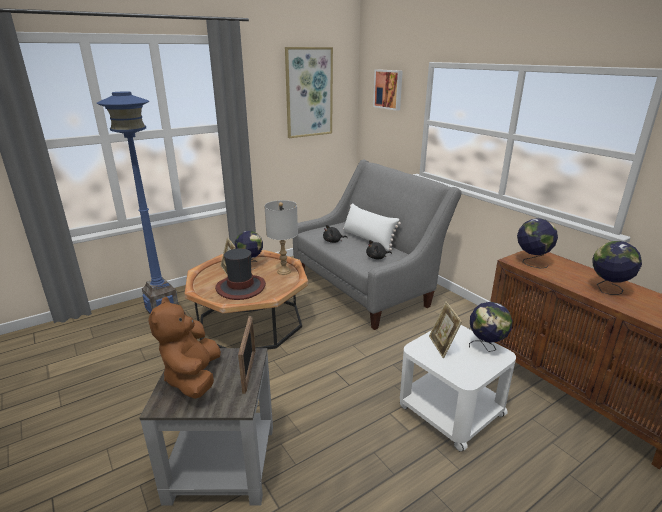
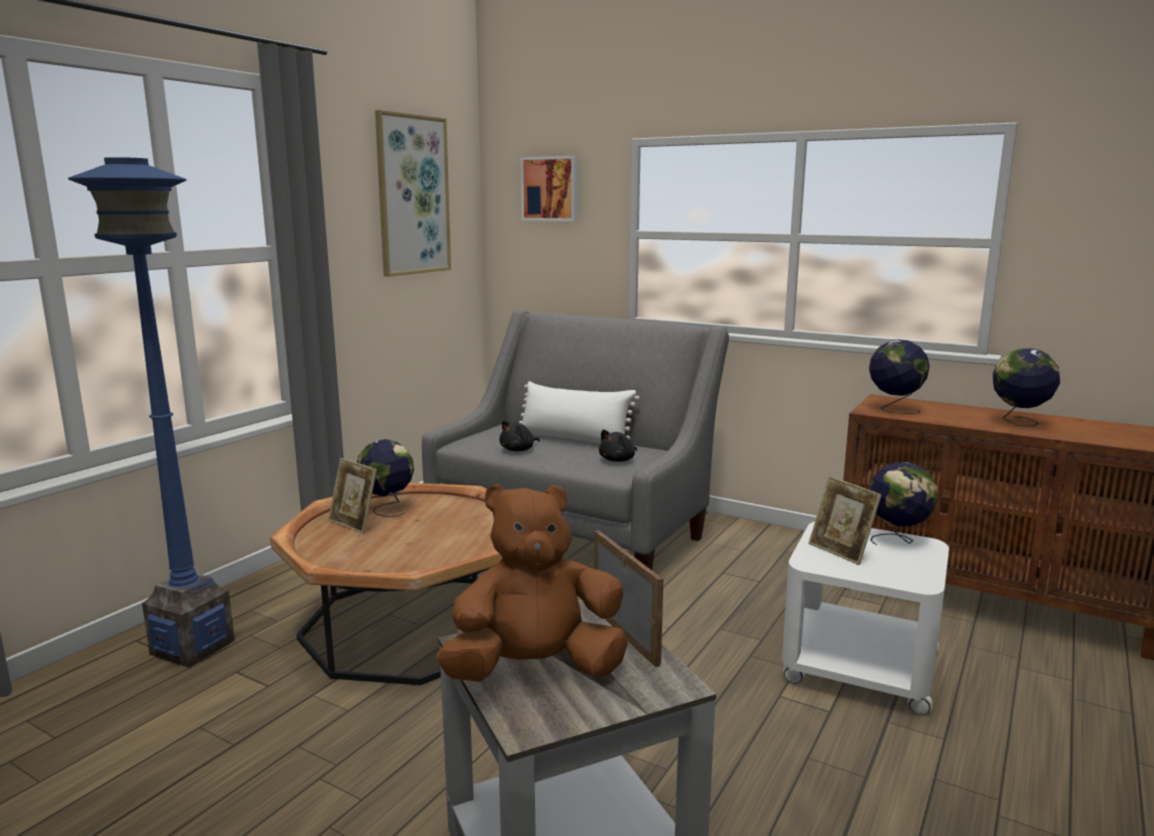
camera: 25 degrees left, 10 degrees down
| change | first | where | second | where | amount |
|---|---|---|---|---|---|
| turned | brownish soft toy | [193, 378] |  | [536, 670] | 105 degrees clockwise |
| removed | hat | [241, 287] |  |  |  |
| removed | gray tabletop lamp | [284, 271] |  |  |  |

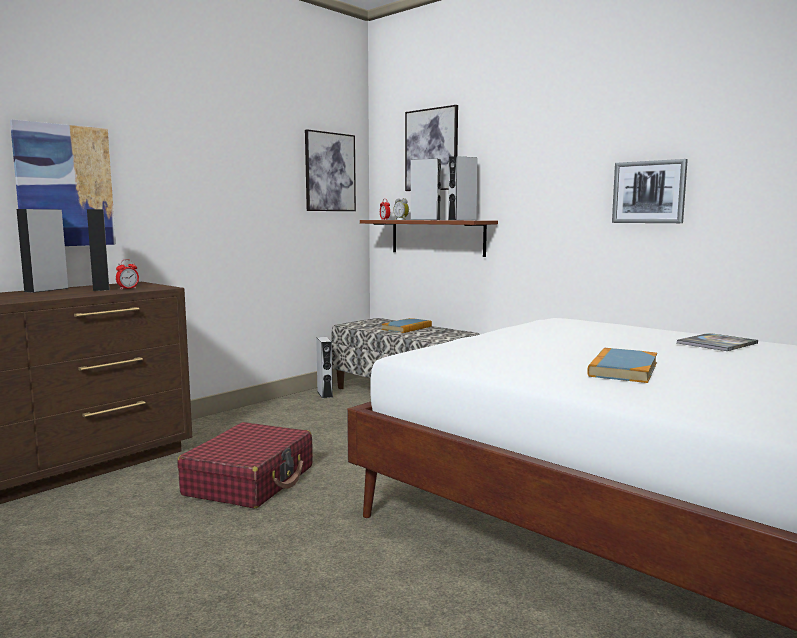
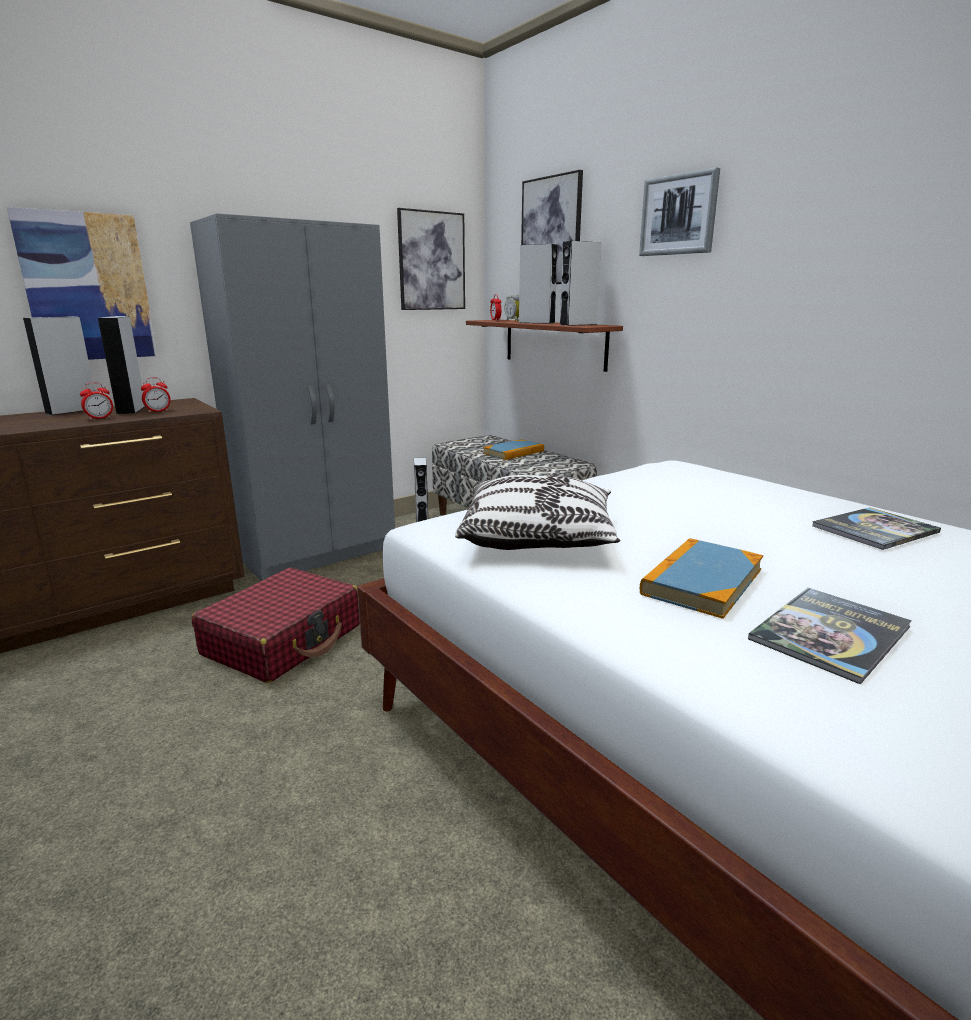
camera: 10 degrees right, 10 degrees up
| change | first | where | second | where | amount |
|---|---|---|---|---|---|
| added |  |  | alarm clock | [99, 418] |  |
| added |  |  | gray wardrobe | [320, 552] |  |
| added |  |  | cushion | [538, 538] |  |
| moved | picture | [649, 192] |  | [678, 215] |  |
| added |  |  | book | [830, 634] |  |

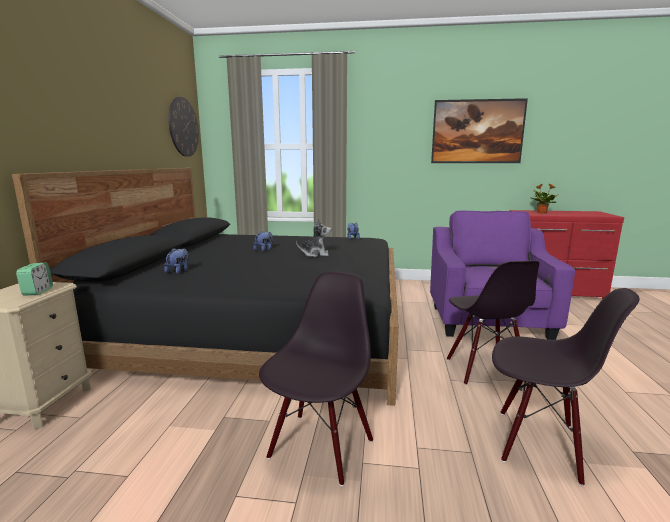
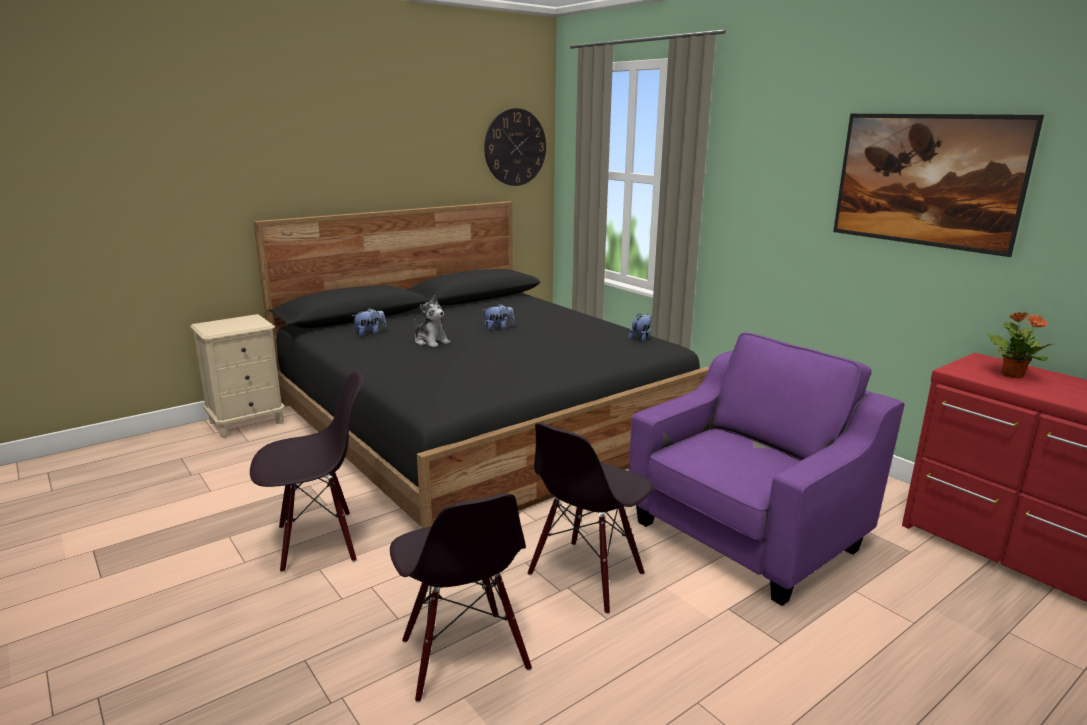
camera: 45 degrees right, 5 degrees up
| change | first | where | second | where | amount |
|---|---|---|---|---|---|
| moved | soft toy | [315, 254] |  | [431, 342] |  |
| removed | alarm clock | [37, 291] |  |  |  |

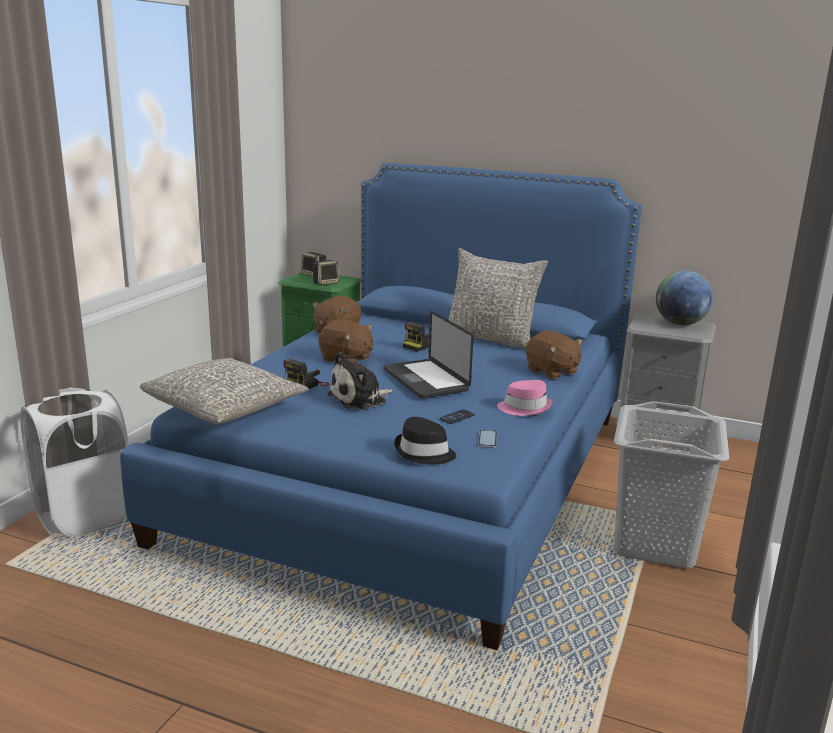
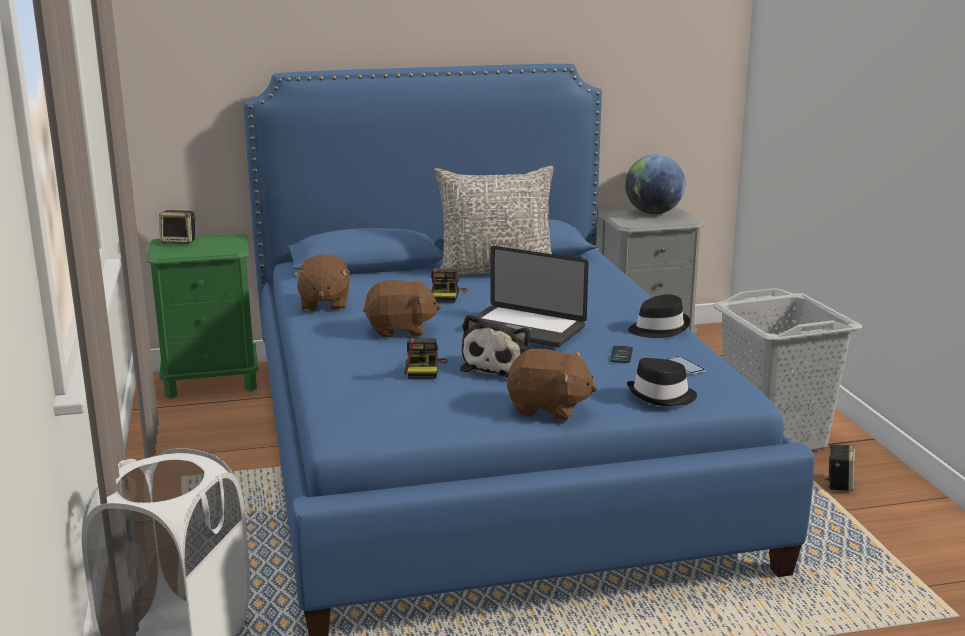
camera: 35 degrees left, 0 degrees up
| change | first | where | second | where | amount |
|---|---|---|---|---|---|
| moved | brownish soft toy | [552, 372] |  | [548, 408] |  |
| recoloured | pink hat | [525, 408] | black hat | [658, 328] |  |
| moved | audio speaker | [326, 283] |  | [839, 483] |  |
| removed | gray cushion | [225, 407] |  |  |  |

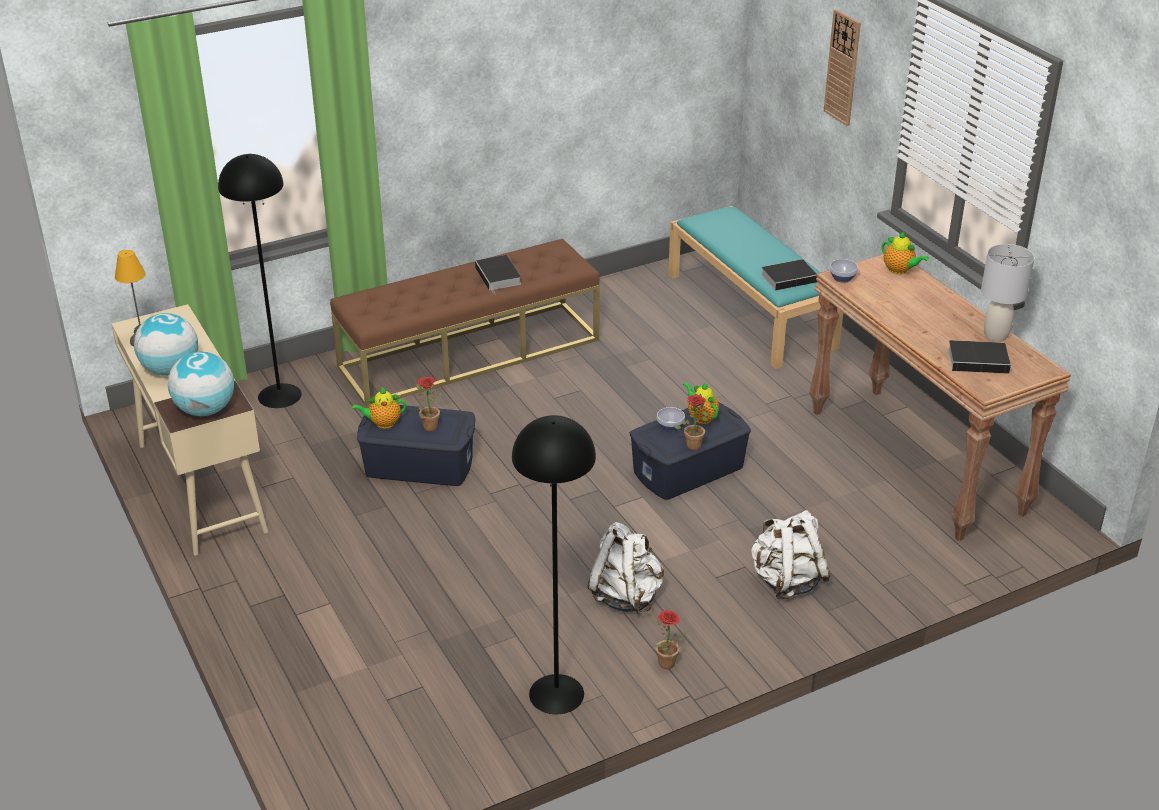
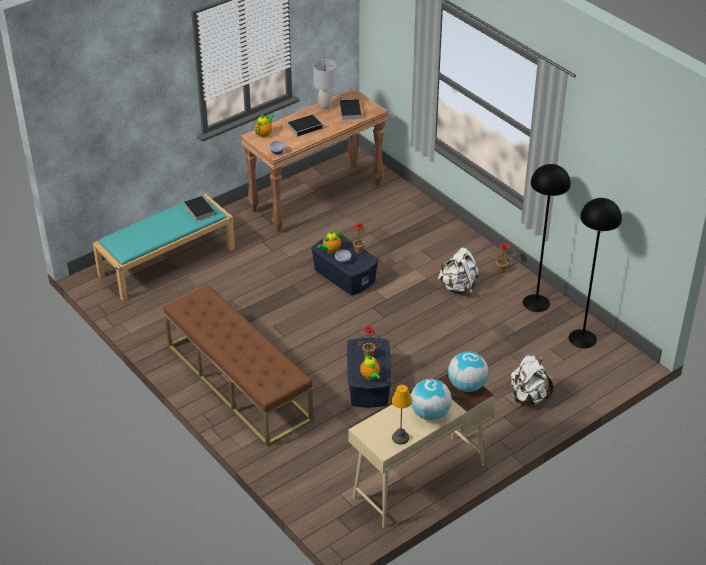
camera: 100 degrees left, 5 degrees up
| change | first | where | second | where | amount |
|---|---|---|---|---|---|
| moved | book | [499, 277] |  | [305, 127] |  |
| moved | whitish knapsack | [786, 581] |  | [528, 397] |  |
| moved | black standing lamp | [280, 395] |  | [582, 338] |  |
| removed | clock on the wall | [843, 68] |  |  |  |

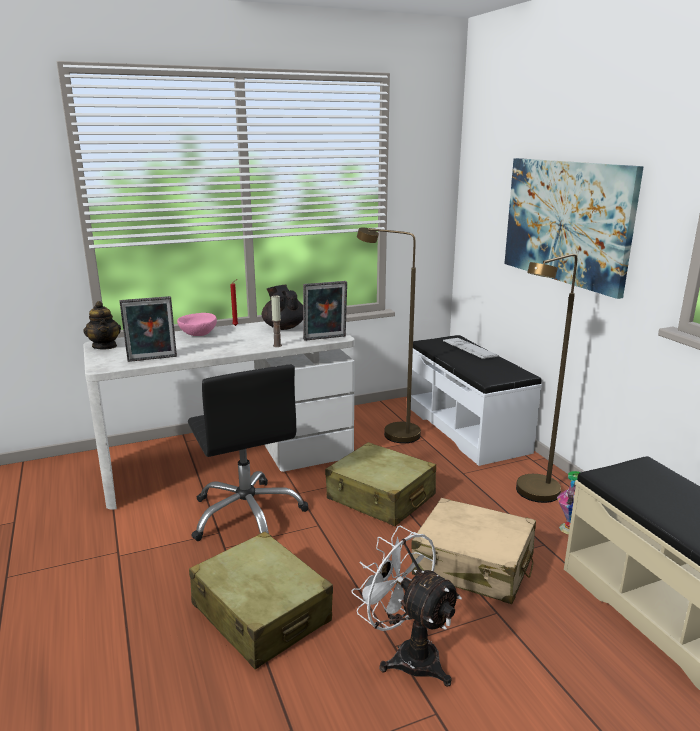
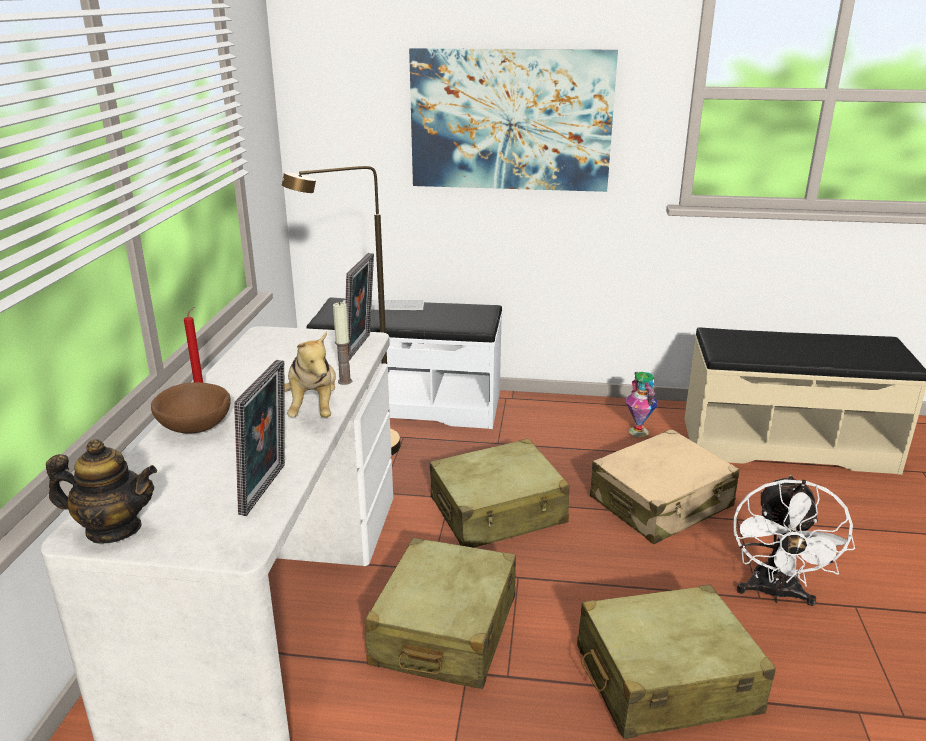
camera: 60 degrees left, 5 degrees up
| change | first | where | second | where | amount |
|---|---|---|---|---|---|
| recoloured | pink serving bowl | [198, 334] | brownish serving bowl | [194, 428] |  |
| added |  |  | soft toy | [313, 408] |  |
| replaced | black computer chair | [247, 514] | beige piece of luggage | [444, 631] |  |
| turned | whitish cooling fan | [407, 654] |  | [775, 594] | 60 degrees counterclockwise |
| removed | black teapot | [284, 327] |  |  |  |
| removed | brownish standing lamp | [532, 496] |  |  |  |

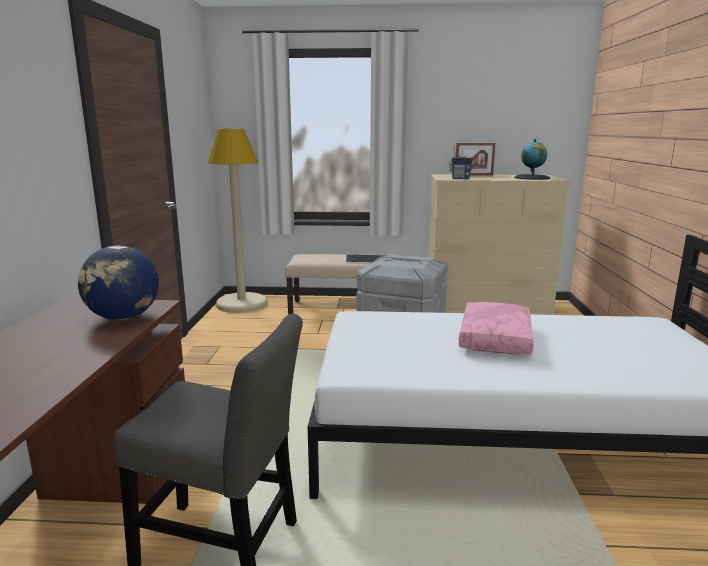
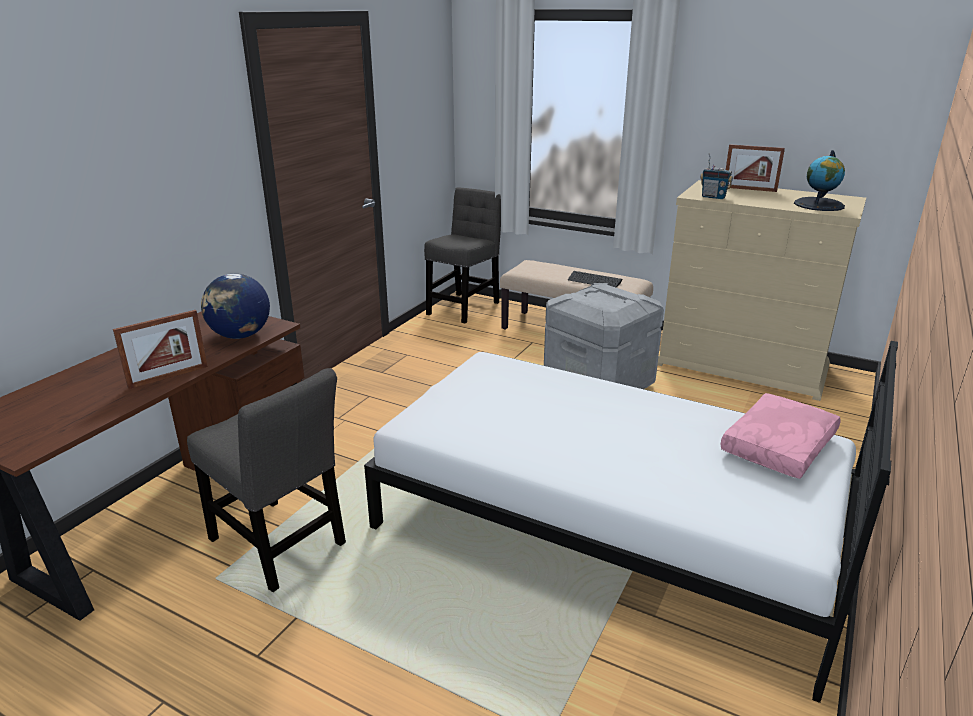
camera: 25 degrees right, 10 degrees up
| change | first | where | second | where | amount |
|---|---|---|---|---|---|
| added |  |  | standing frame | [168, 377] |  |
| replaced | beige standing lamp | [242, 304] | gray upright chair | [465, 306] |  |
| moved | pink cushion | [497, 339] |  | [780, 447] |  |

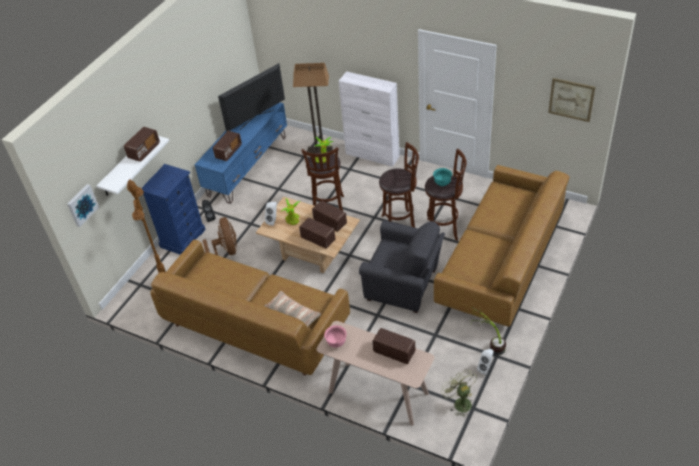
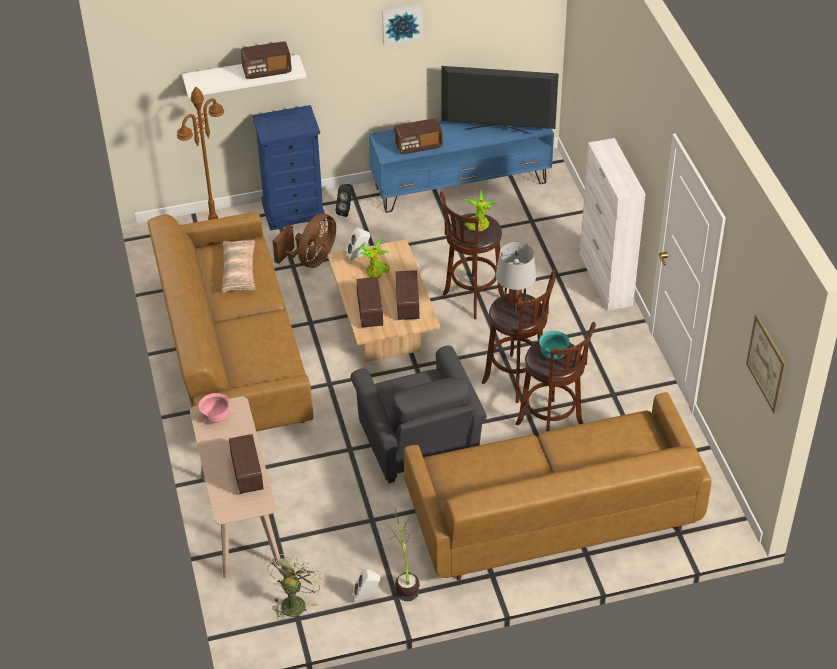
camera: 45 degrees right, 0 degrees up
| change | first | where | second | where | amount |
|---|---|---|---|---|---|
| moved | cushion | [293, 314] |  | [239, 271] |  |
| moved | picture | [82, 205] |  | [401, 23] |  |
| added |  |  | gray tabletop lamp | [514, 304] |  |
| removed | standing lamp | [320, 151] |  |  |  |

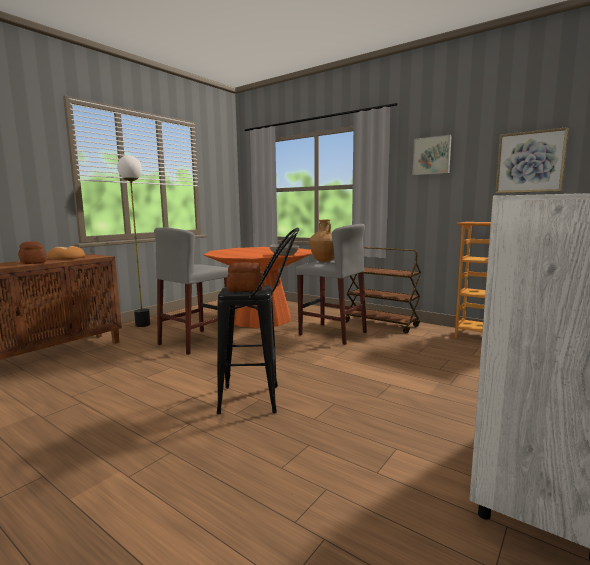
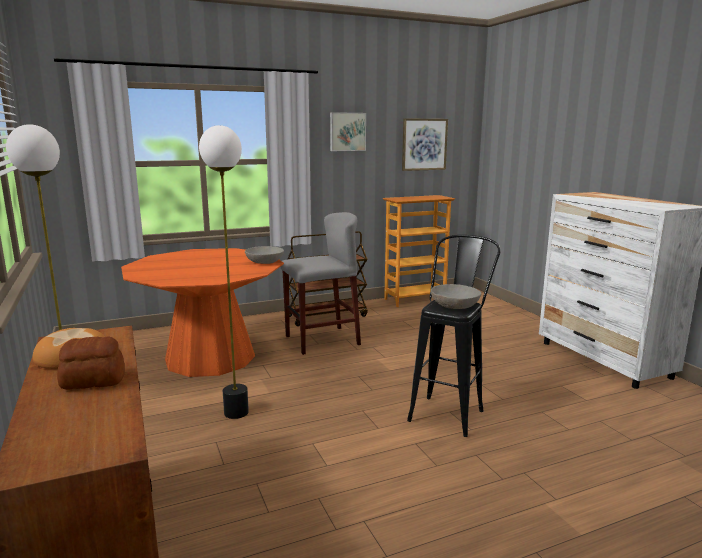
camera: 60 degrees left, 5 degrees up
| change | first | where | second | where | amount |
|---|---|---|---|---|---|
| replaced | gray stool | [195, 341] | standing lamp | [236, 412] |  |
| replaced | baked bread | [245, 290] | gray serving bowl | [455, 306] |  |
| removed | brownish flower vase | [324, 261] |  |  |  |

